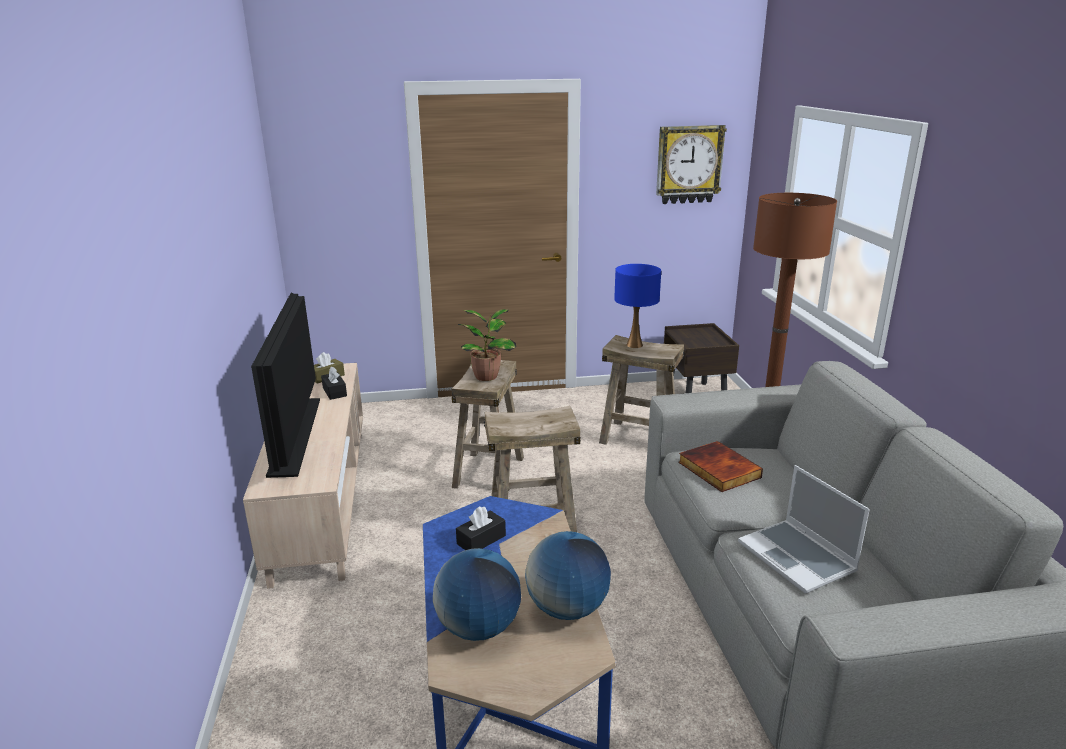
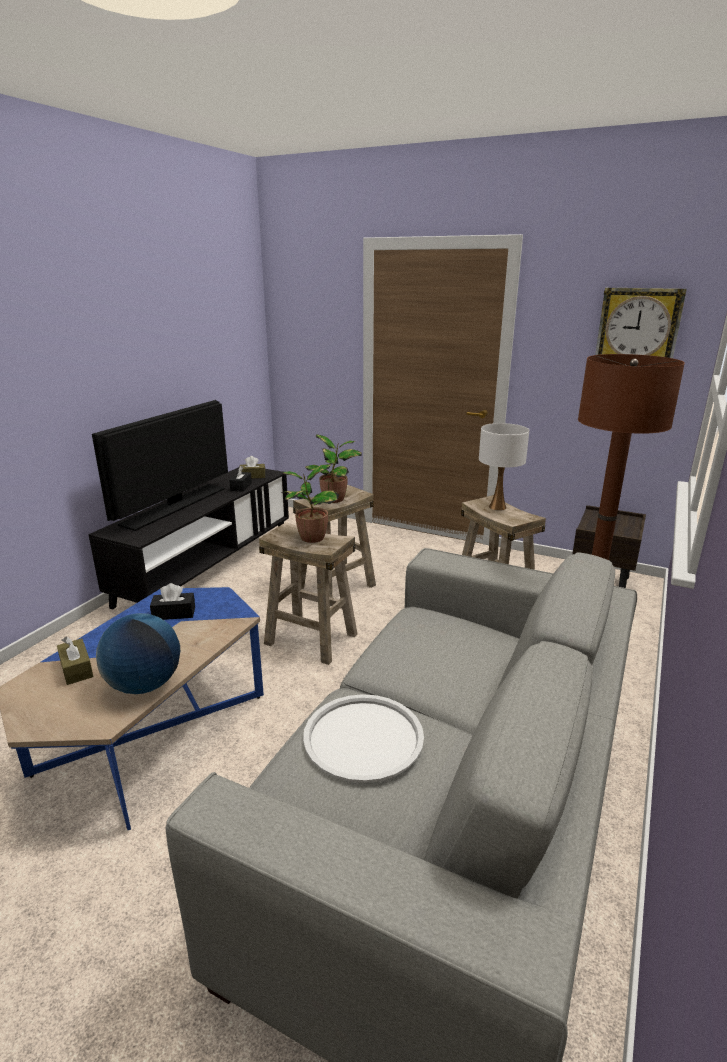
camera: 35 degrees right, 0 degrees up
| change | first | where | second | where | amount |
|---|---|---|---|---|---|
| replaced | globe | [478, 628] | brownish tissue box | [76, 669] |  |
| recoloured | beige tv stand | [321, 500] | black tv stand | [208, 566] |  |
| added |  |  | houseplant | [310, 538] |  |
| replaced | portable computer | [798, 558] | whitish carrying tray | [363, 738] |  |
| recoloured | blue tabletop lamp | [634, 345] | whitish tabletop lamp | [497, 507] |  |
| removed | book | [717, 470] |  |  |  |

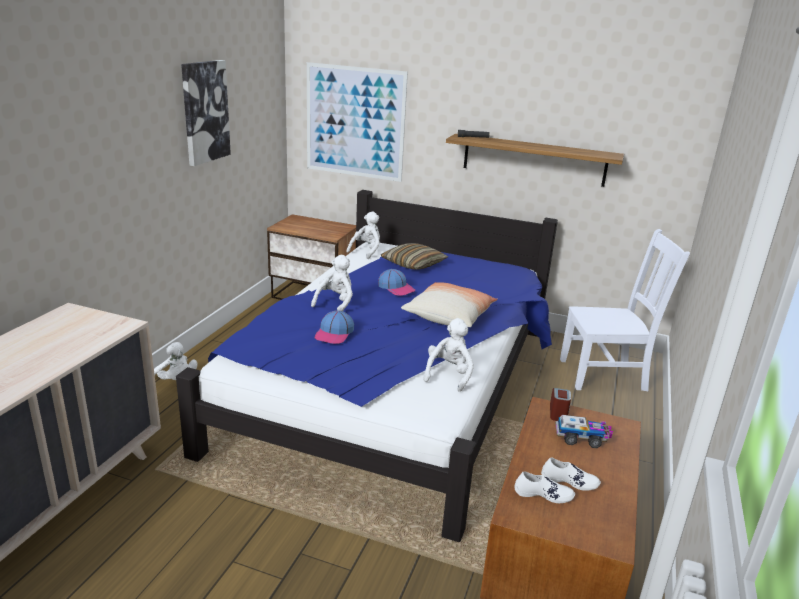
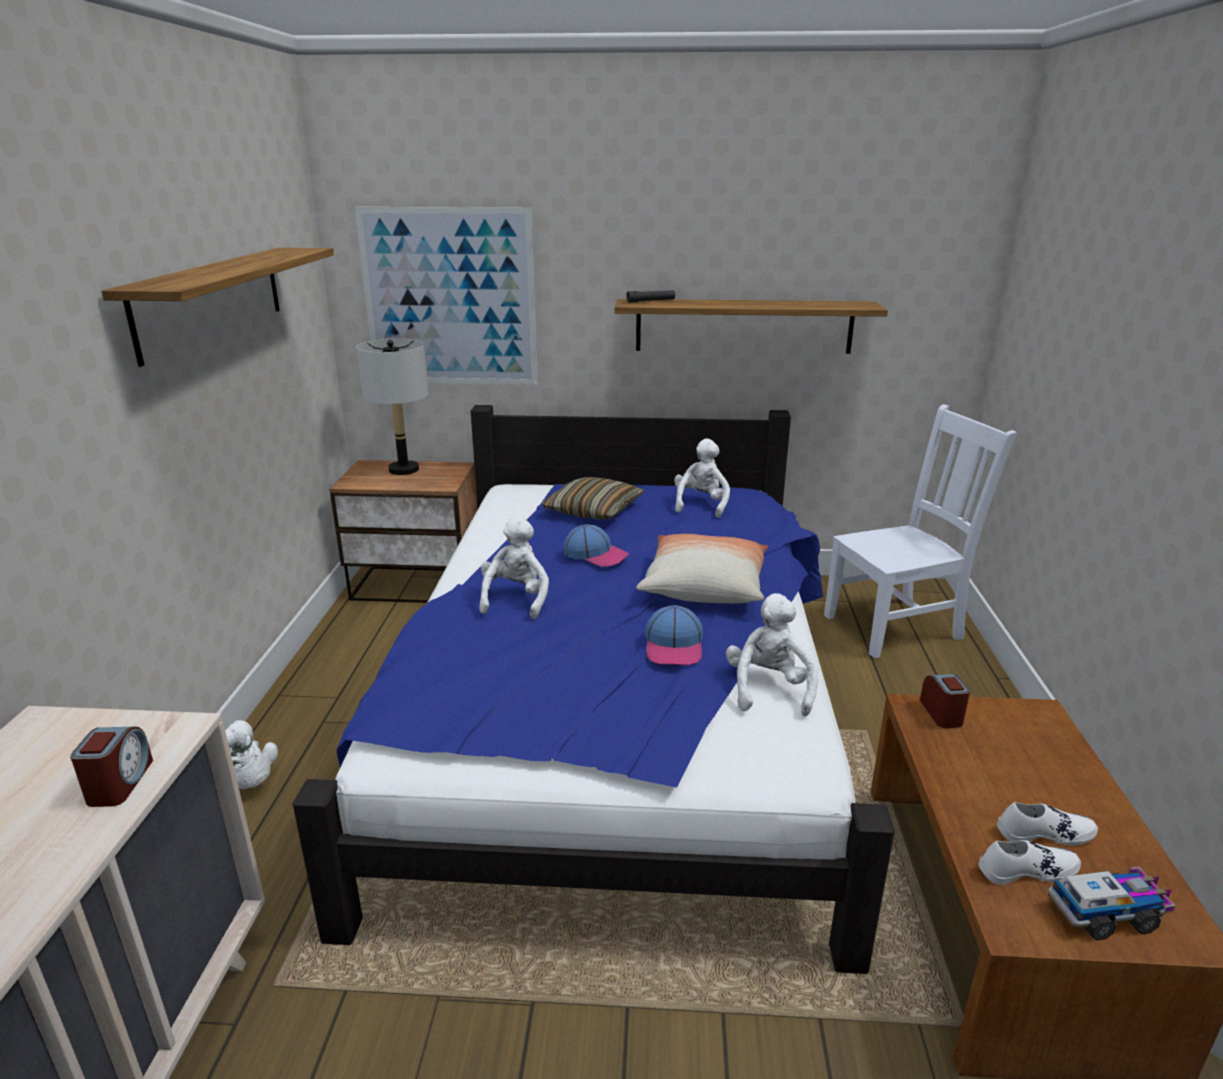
camera: 15 degrees left, 0 degrees up
| change | first | where | second | where | amount |
|---|---|---|---|---|---|
| added |  |  | alarm clock | [119, 783] |  |
| replaced | picture | [204, 112] | bracket shelf | [212, 300] |  |
| added |  |  | gray tabletop lamp | [403, 470] |  |
| moved | cap | [334, 333] |  | [674, 646] |  |
| moved | whitish soft toy | [366, 251] |  | [701, 505] |  |
| moved | toy truck | [582, 438] |  | [1106, 914] |  |

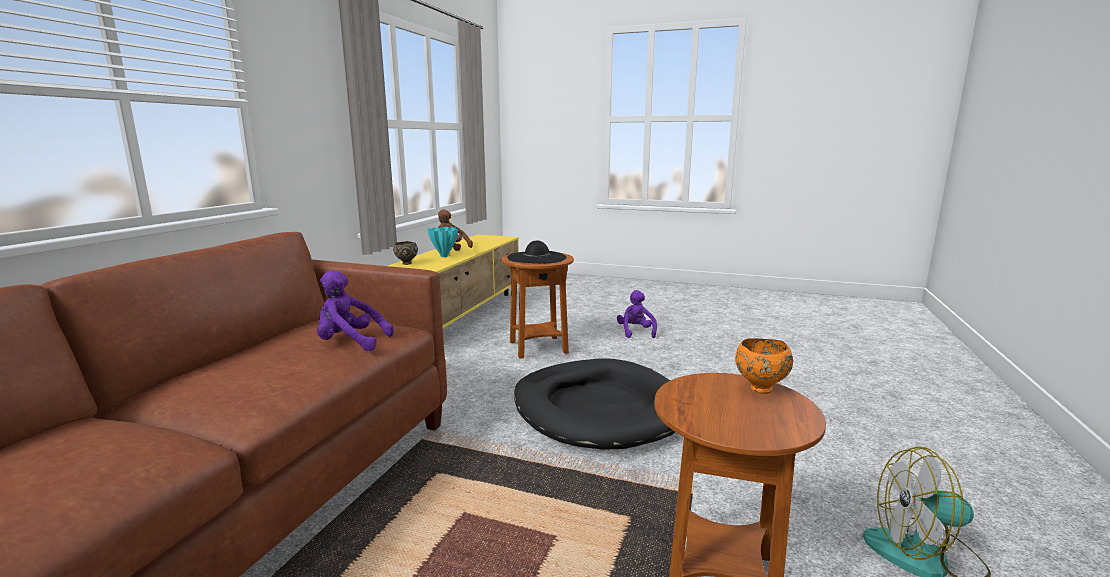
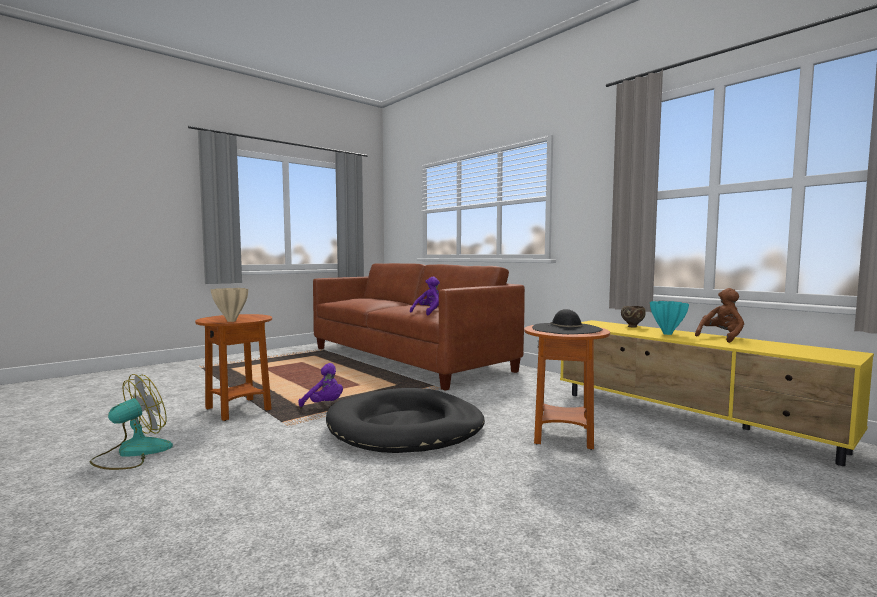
camera: 120 degrees right, 10 degrees down
| change | first | where | second | where | amount |
|---|---|---|---|---|---|
| replaced | orange serving bowl | [759, 389] | beige flower vase | [231, 321] |  |
| moved | purplish soft toy | [635, 332] |  | [324, 405] |  |

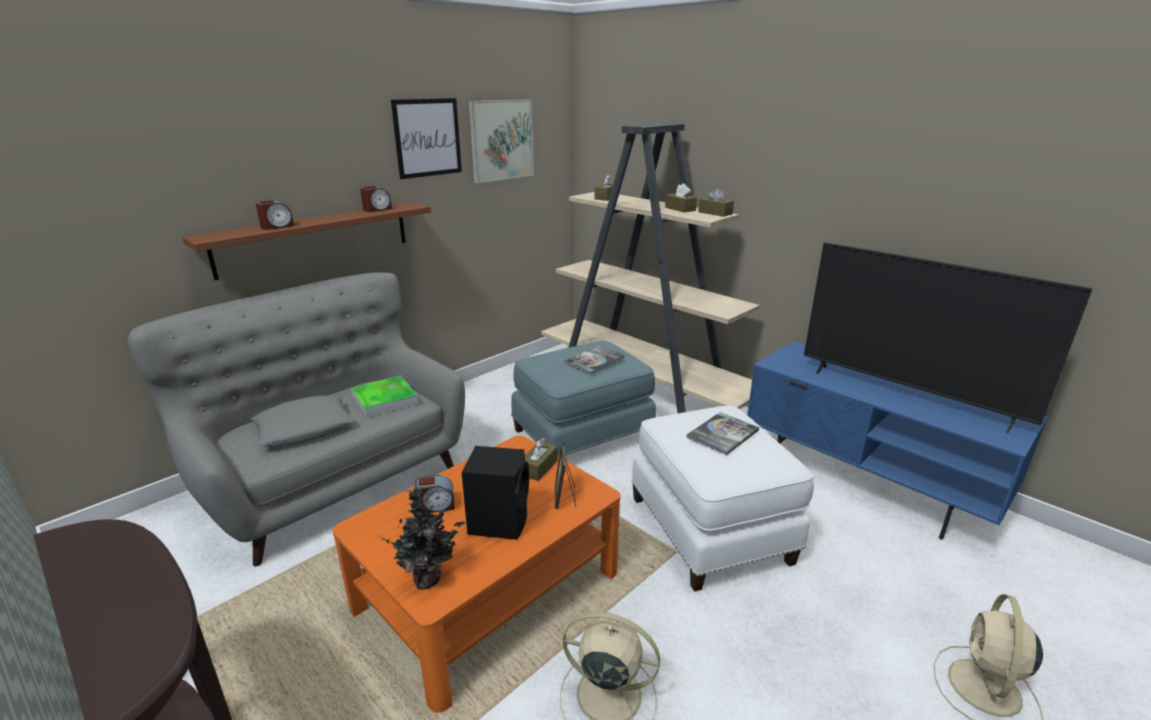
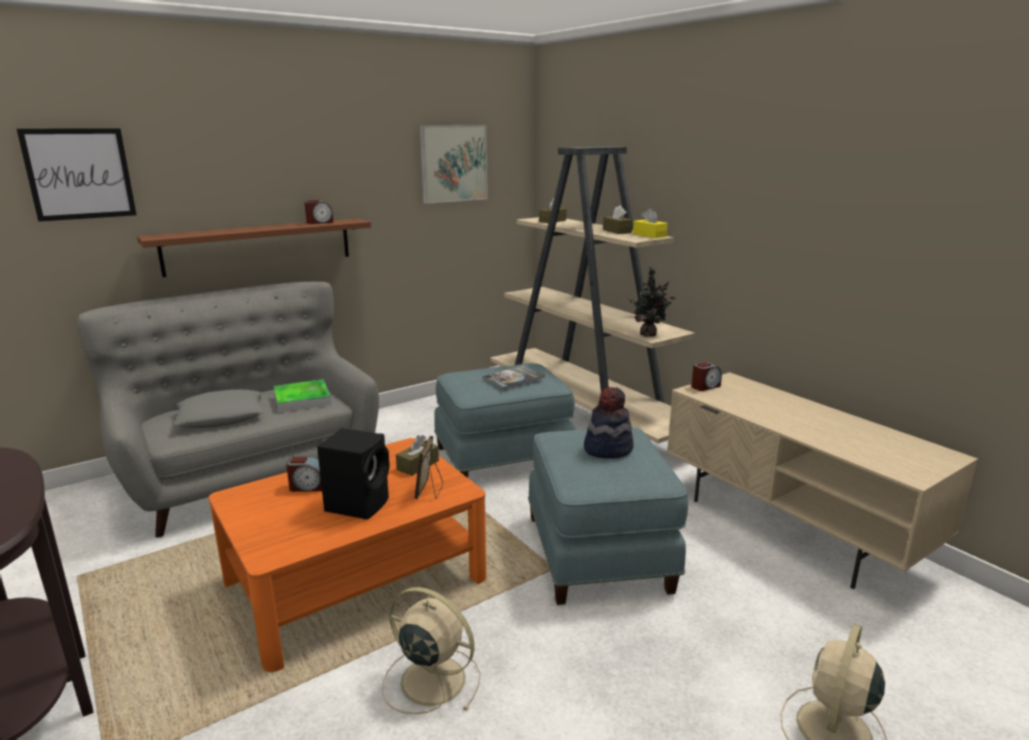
camera: 10 degrees right, 5 degrees down
| change | first | where | second | where | amount |
|---|---|---|---|---|---|
| moved | picture | [427, 138] |  | [79, 174] |  |
| recoloured | whitish footrest | [711, 528] | blue footrest | [600, 552] |  |
| replaced | book | [722, 434] | hat | [607, 448] |  |
| moved | houseplant | [429, 578] |  | [649, 334] |  |
| recoloured | brownish tissue box | [715, 213] | yellowish tissue box | [649, 235] |  |
| recoloured | blue tv stand | [867, 482] | beige tv stand | [792, 527] |  |
| moved | alarm clock | [277, 226] |  | [705, 386] |  |
| removed | TV | [907, 396] |  |  |  |

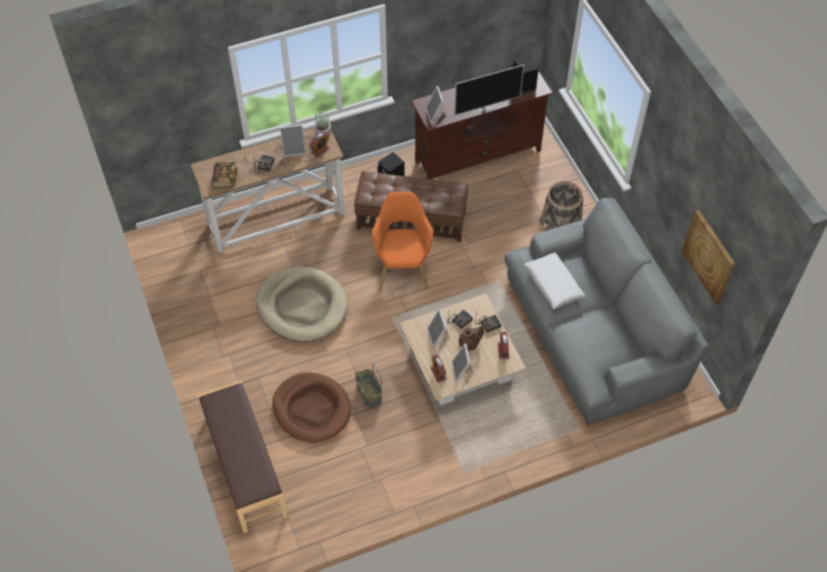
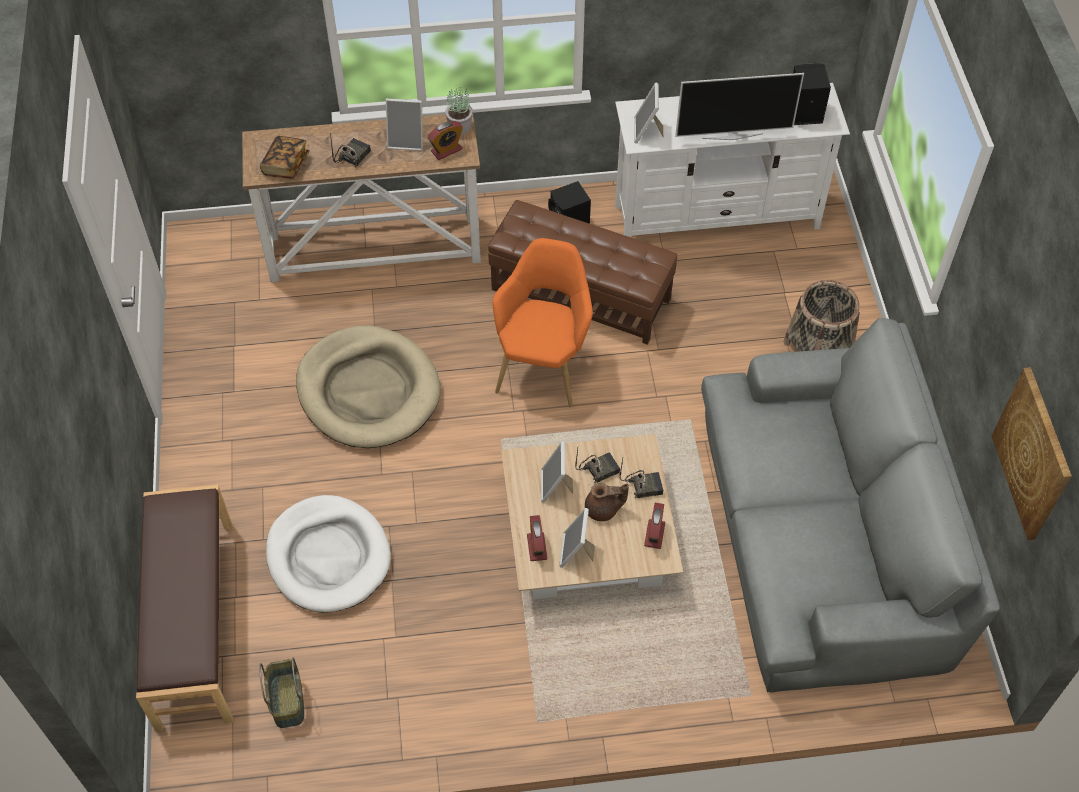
camera: 15 degrees right, 0 degrees up
| change | first | where | second | where | amount |
|---|---|---|---|---|---|
| moved | household basket | [368, 392] |  | [286, 700] |  |
| recoloured | brownish dog cushion | [312, 409] | whitish dog cushion | [328, 556] |  |
| recoloured | brownish tv stand | [478, 155] | whitish tv stand | [717, 215] |  |
| removed | whitish cushion | [553, 284] |  |  |  |

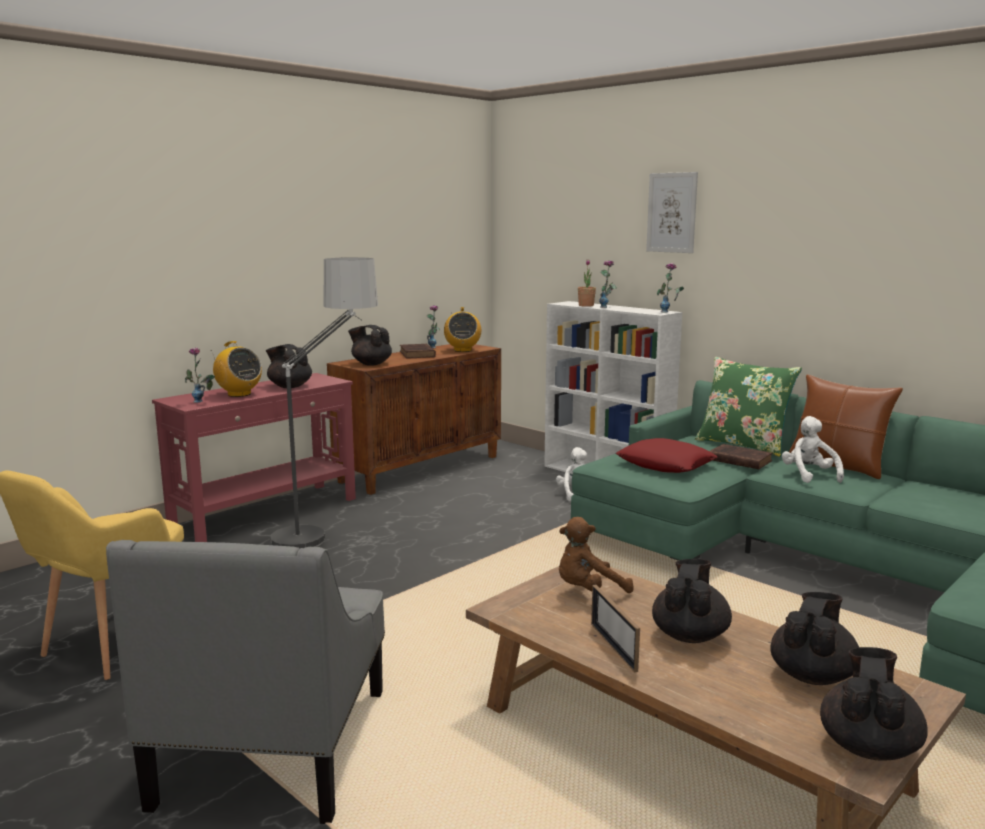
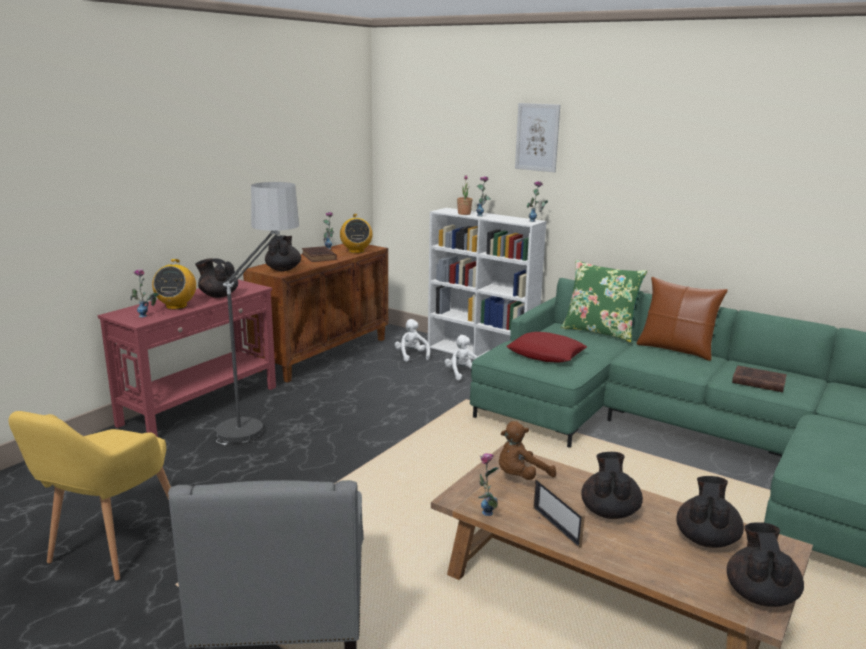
camera: 10 degrees left, 5 degrees up
| change | first | where | second | where | amount |
|---|---|---|---|---|---|
| turned | radio | [239, 394] |  | [176, 306] | 60 degrees clockwise |
| turned | black teapot | [371, 364] |  | [283, 269] | 75 degrees clockwise |
| moved | whitish soft toy | [809, 475] |  | [411, 356] |  |
| added |  |  | flower vase | [485, 517] |  |
| moved | brownish book | [738, 460] |  | [757, 382] |  |

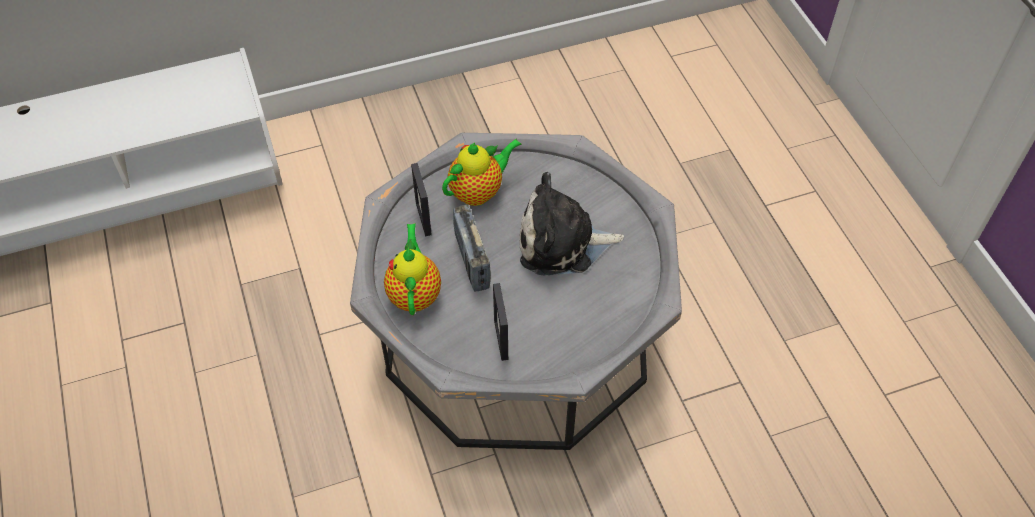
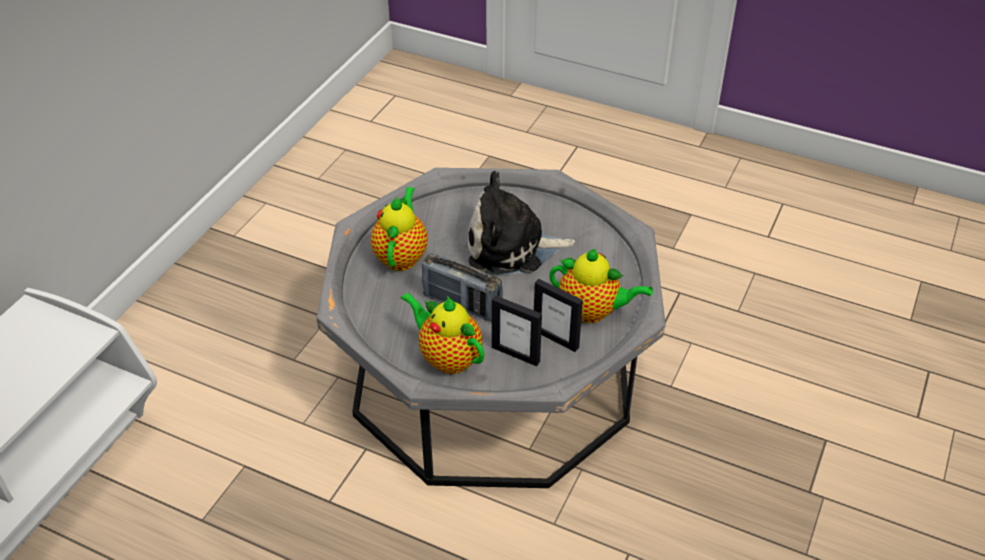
camera: 45 degrees left, 10 degrees down
| change | first | where | second | where | amount |
|---|---|---|---|---|---|
| turned | soft toy | [562, 243] |  | [512, 247] | 45 degrees clockwise |
| moved | standing frame | [424, 218] |  | [516, 354] |  |
| added |  |  | teapot | [592, 312] |  |

